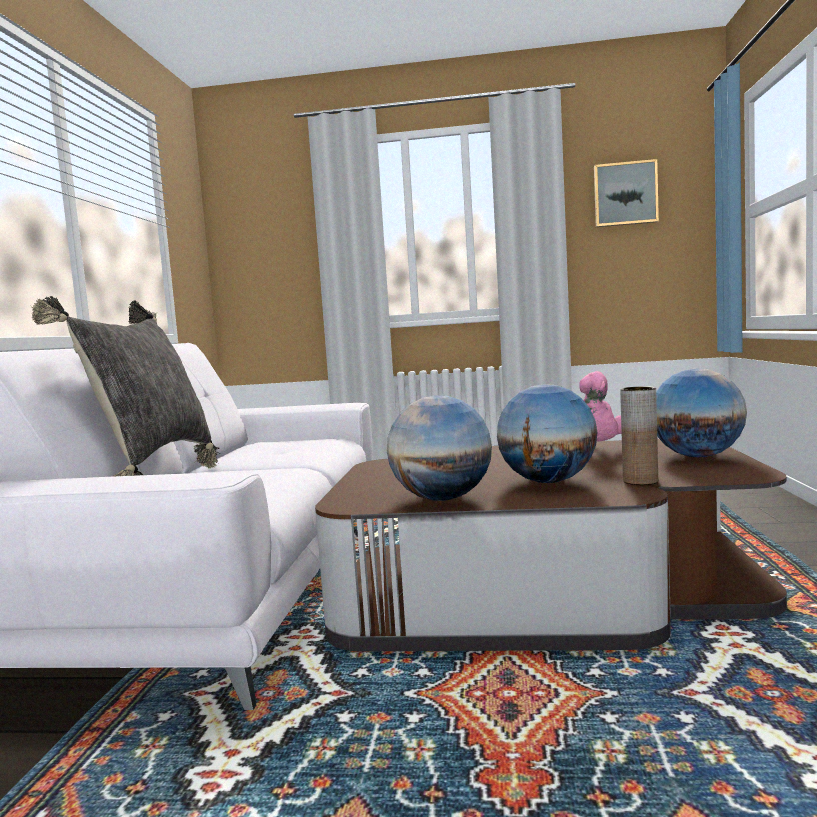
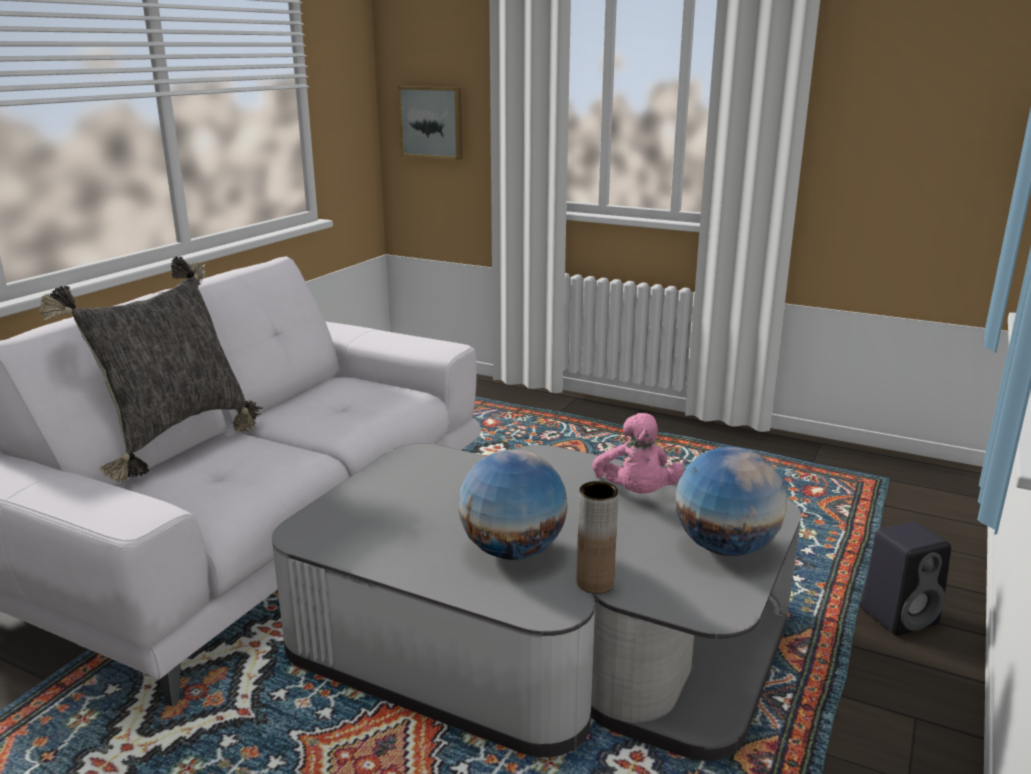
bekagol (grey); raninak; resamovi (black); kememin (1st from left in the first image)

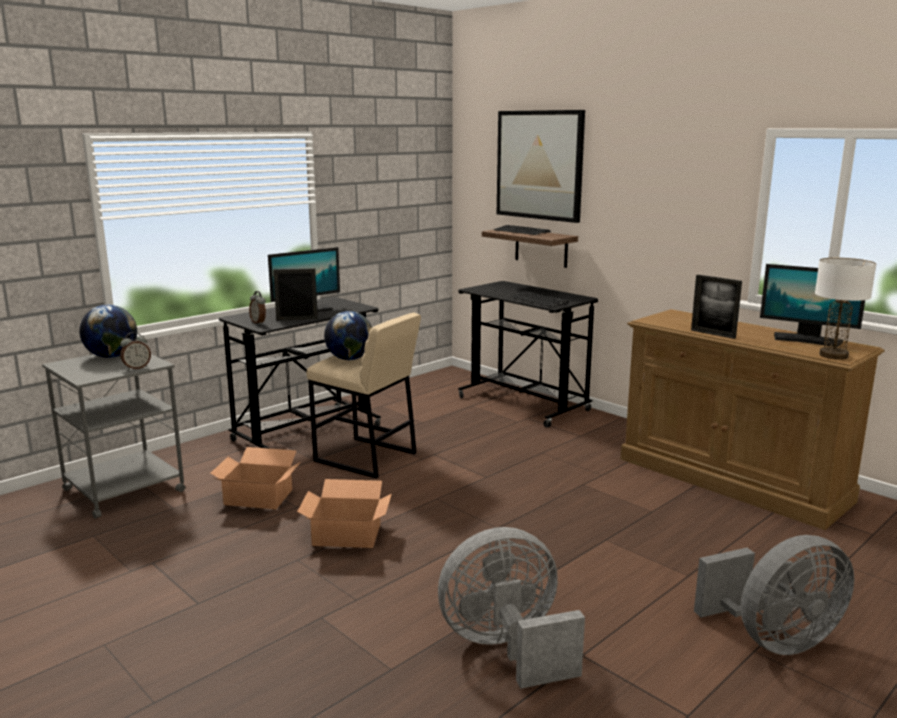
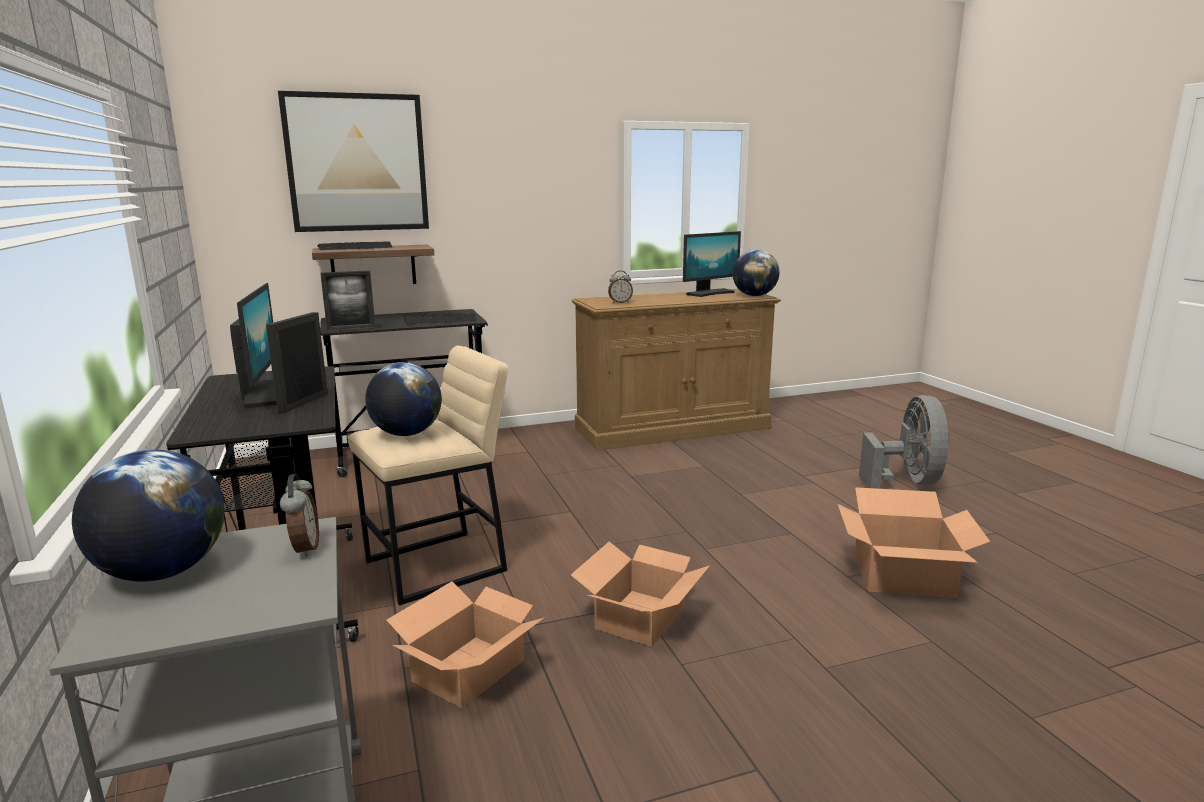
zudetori (2nd from left); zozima (2nd from left); kememin (3rd from left); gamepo (3rd from left)

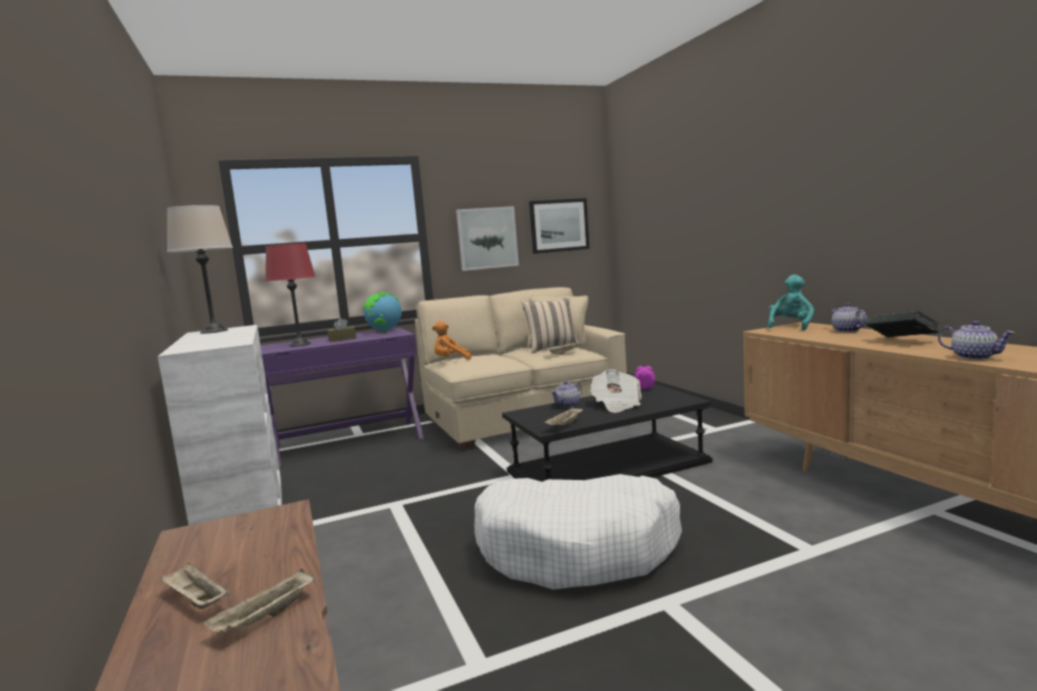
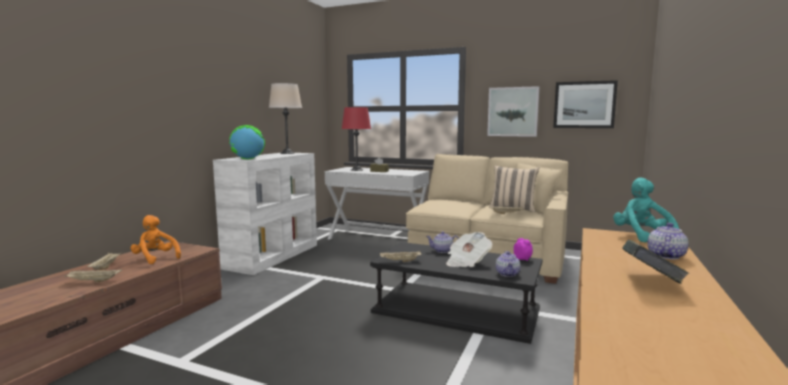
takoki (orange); kememin; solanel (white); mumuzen (2nd from left); takoki (turquoise); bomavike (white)

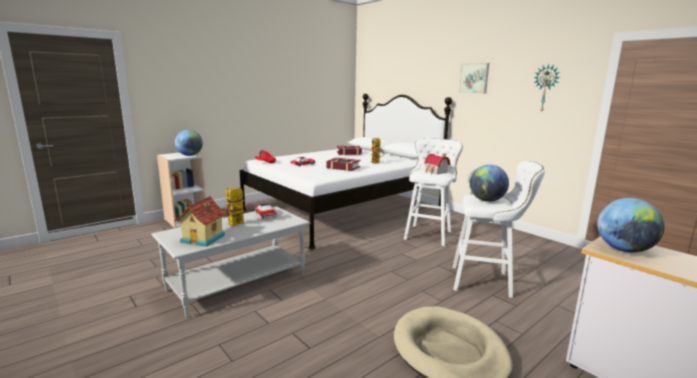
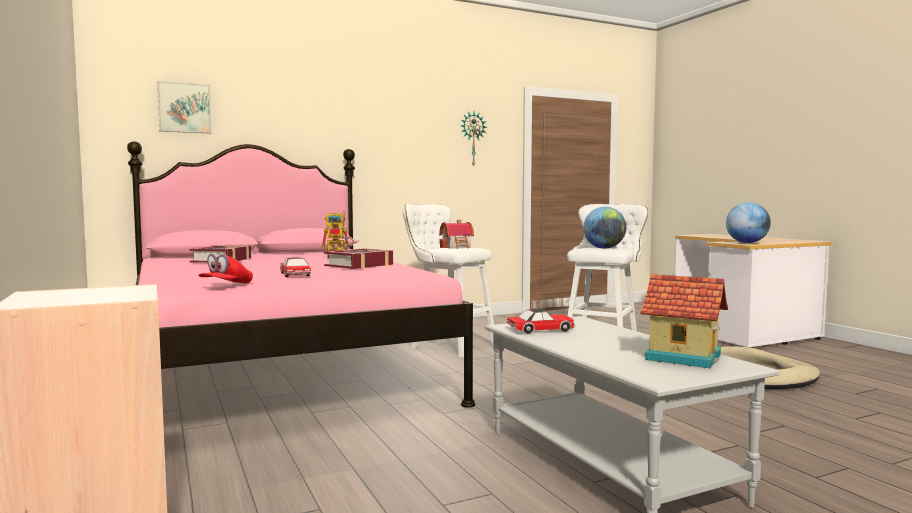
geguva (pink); raninak; kememin (1st from left in the first image); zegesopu (1st from left in the first image)

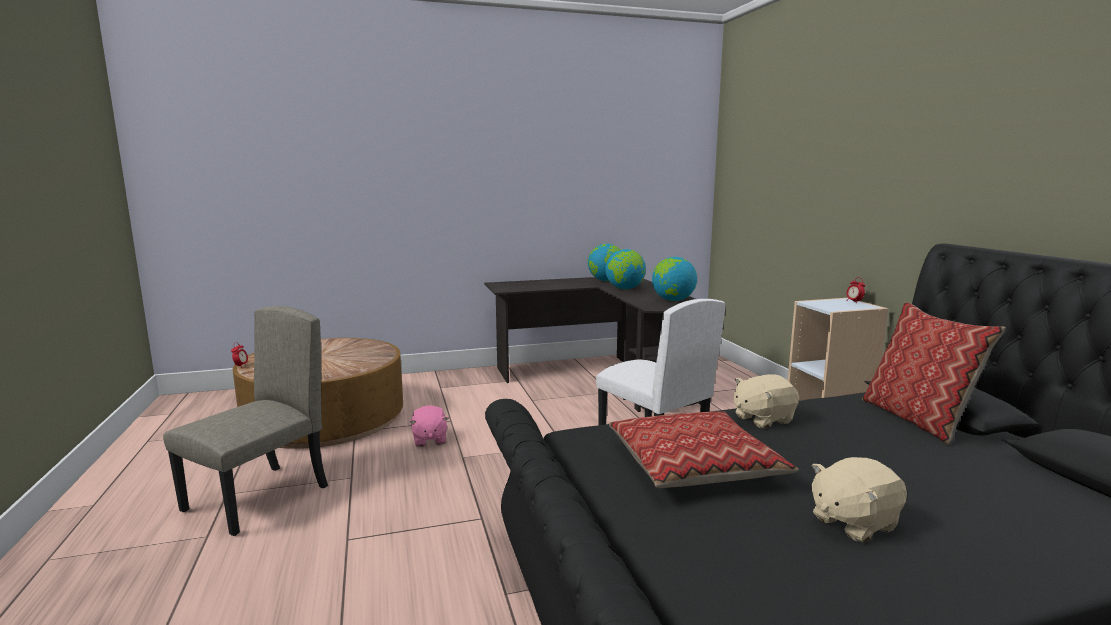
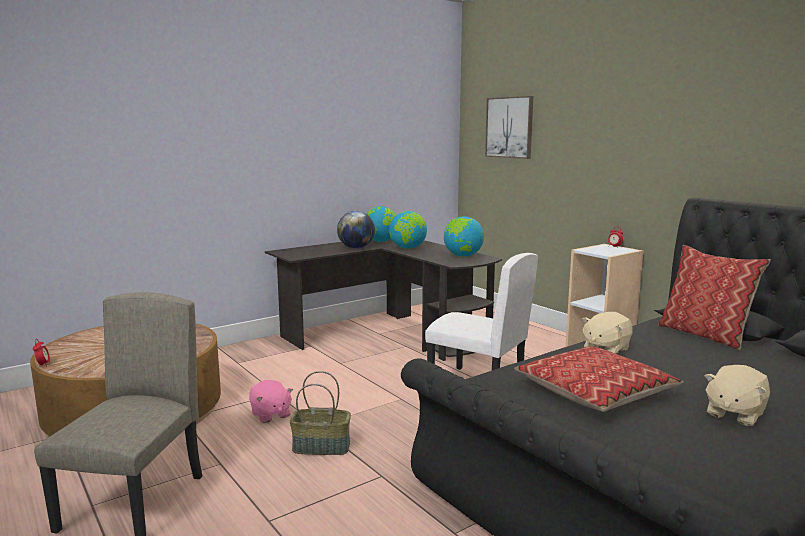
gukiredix; kememin (1st from left); raninak

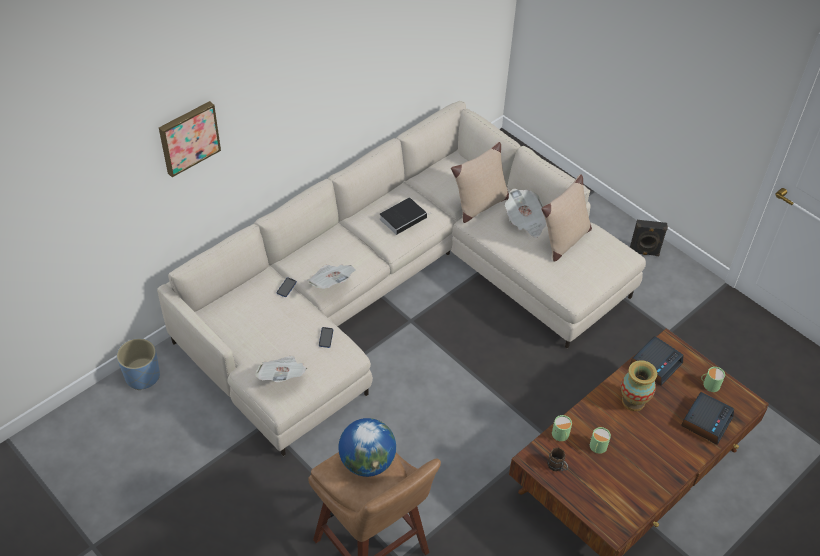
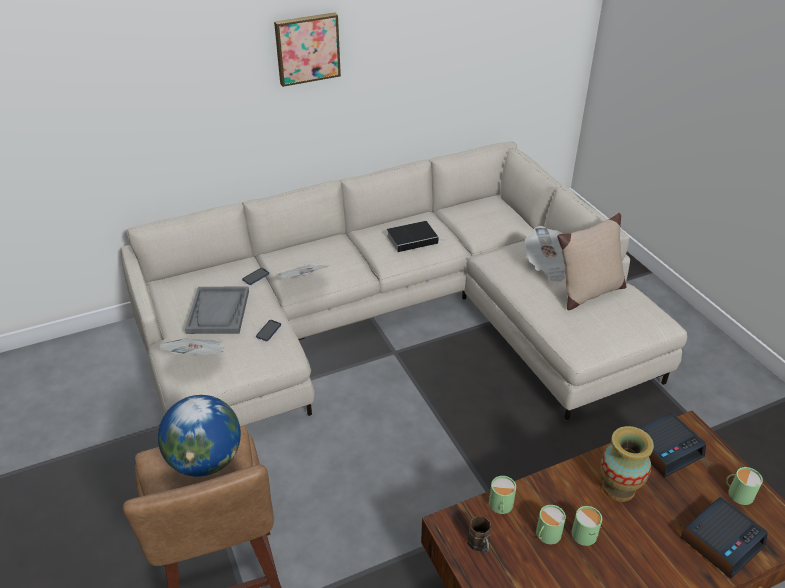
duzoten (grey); raninak; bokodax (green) (3rd from left); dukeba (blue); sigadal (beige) (1st from left in the first image); resamovi (black)

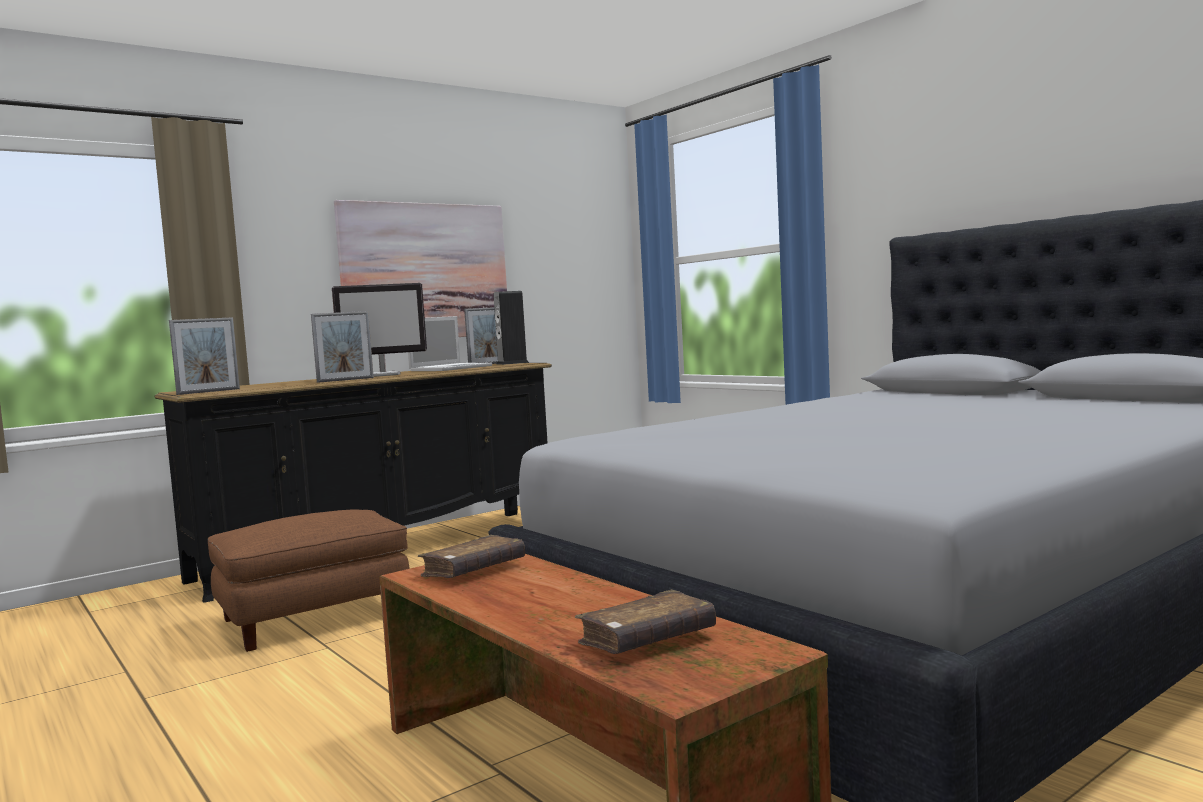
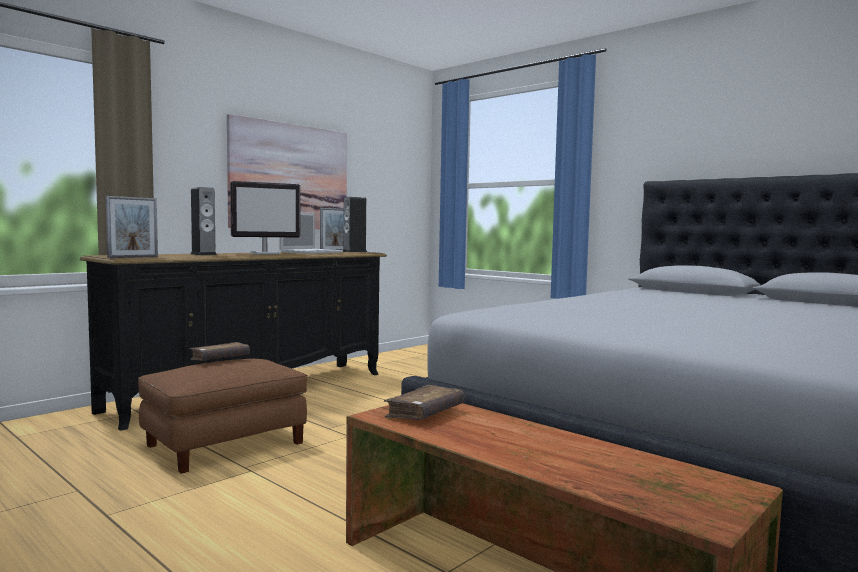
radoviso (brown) (1st from left); resamovi (1st from left); zudetori (2nd from left in the first image)

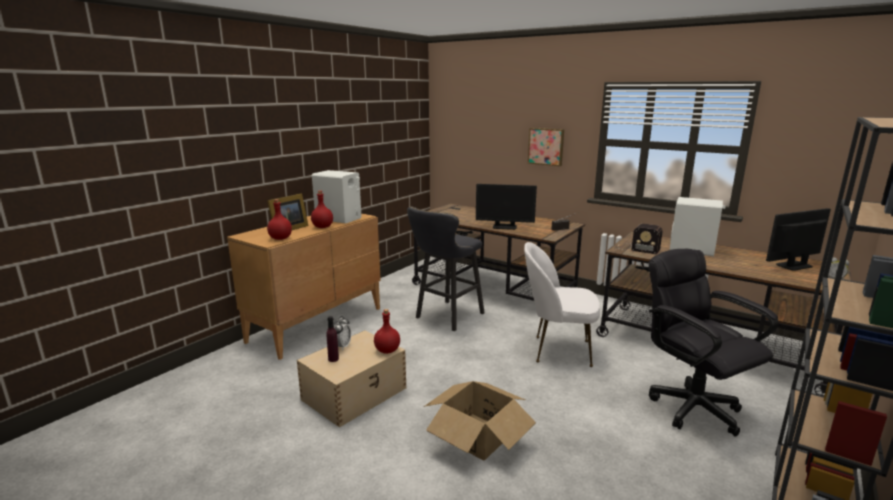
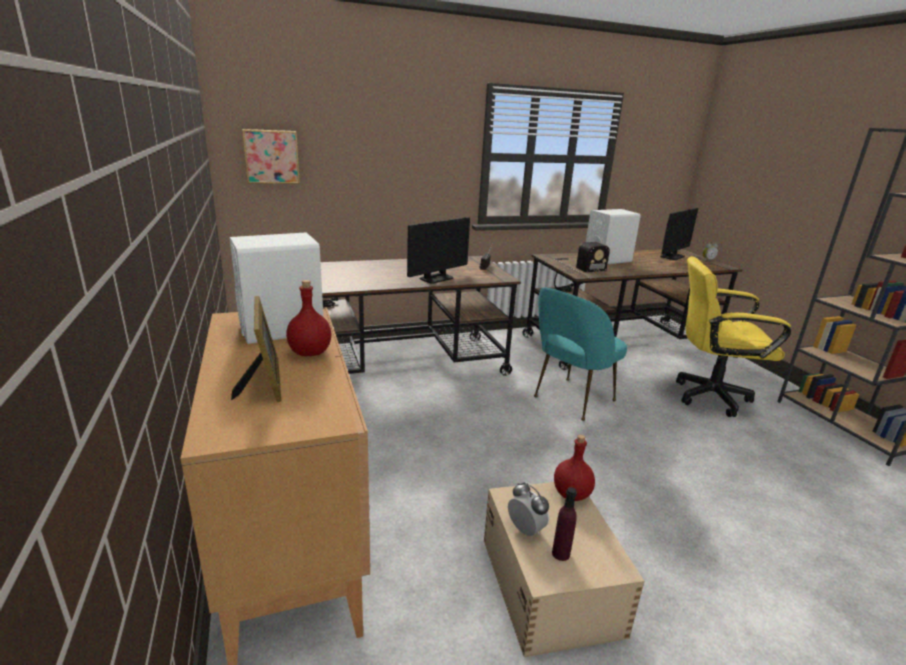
raninak; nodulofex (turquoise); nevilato (2nd from left); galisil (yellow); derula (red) (1st from left in the first image); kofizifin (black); gamepo

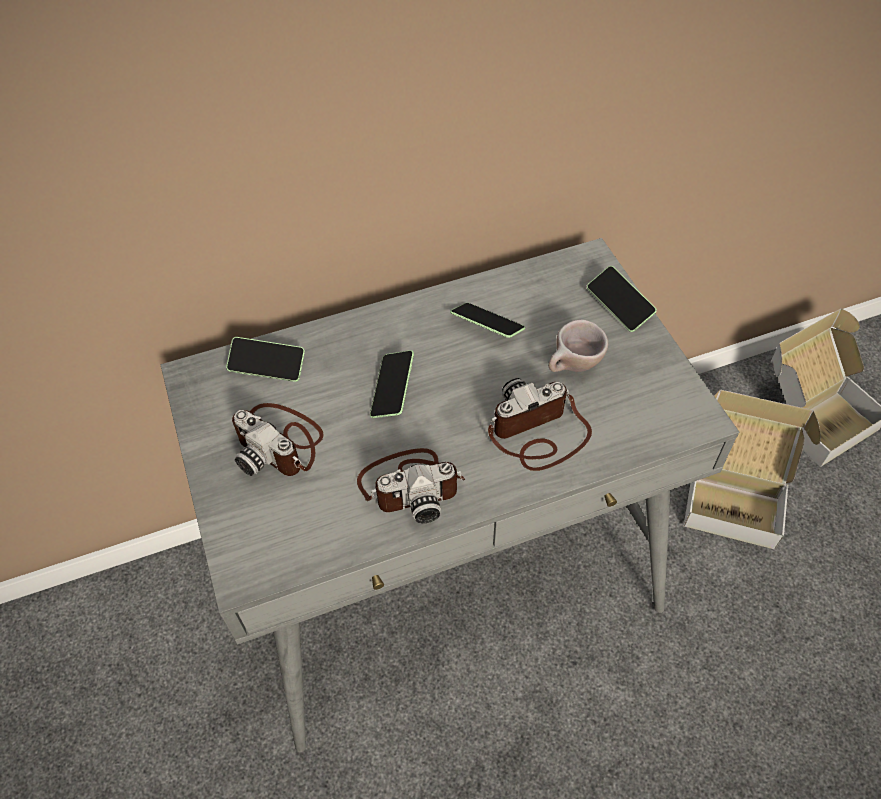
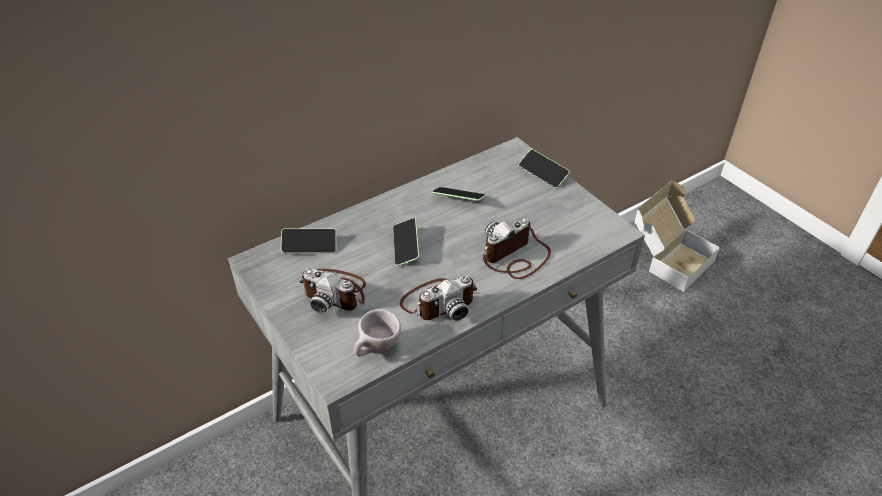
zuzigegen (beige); gamepo (1st from left in the first image)

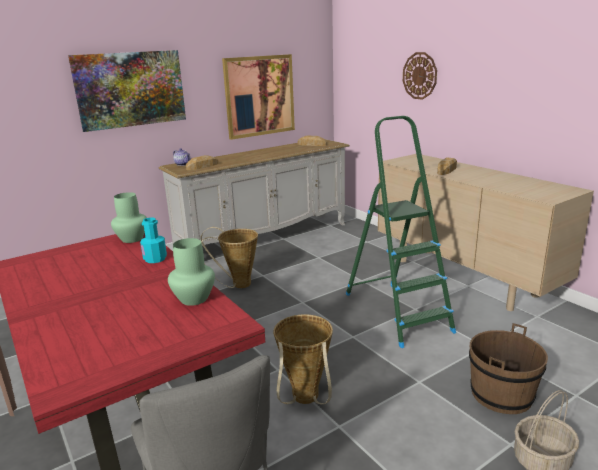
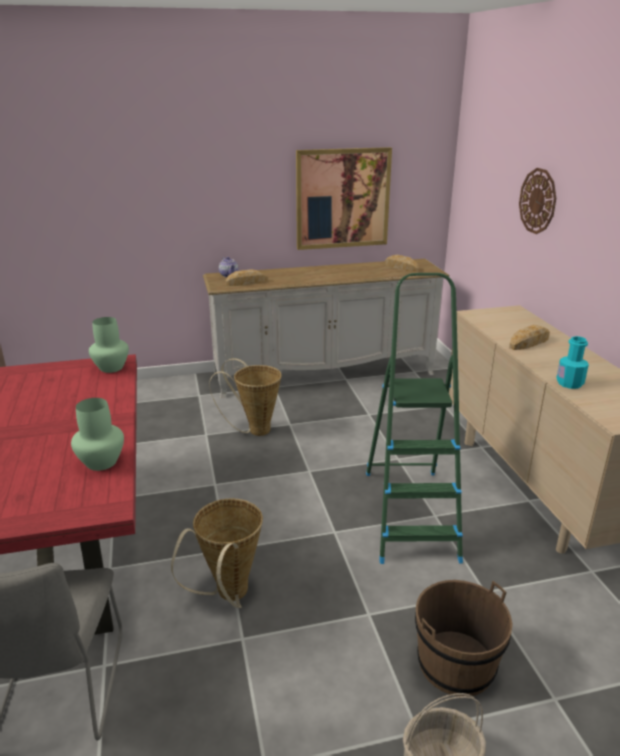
derula (turquoise); raninak (1st from left in the first image)

